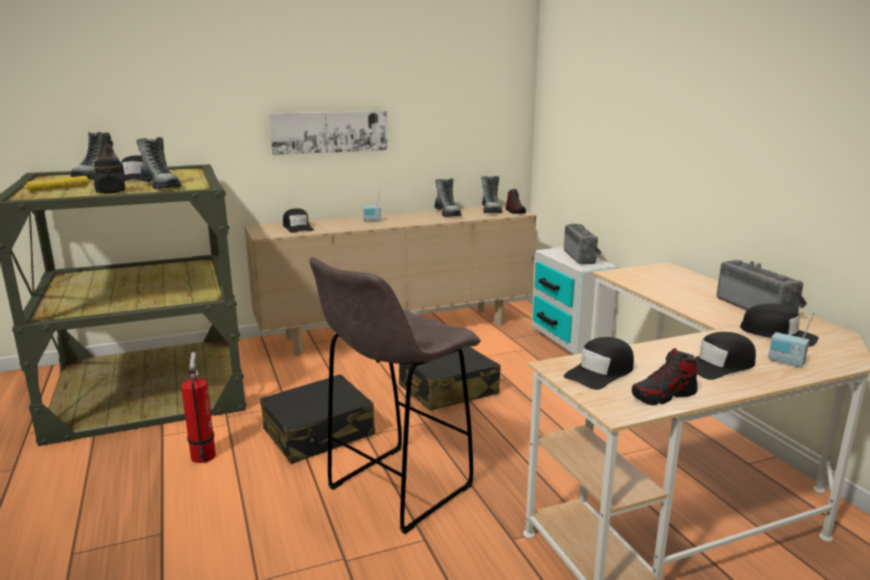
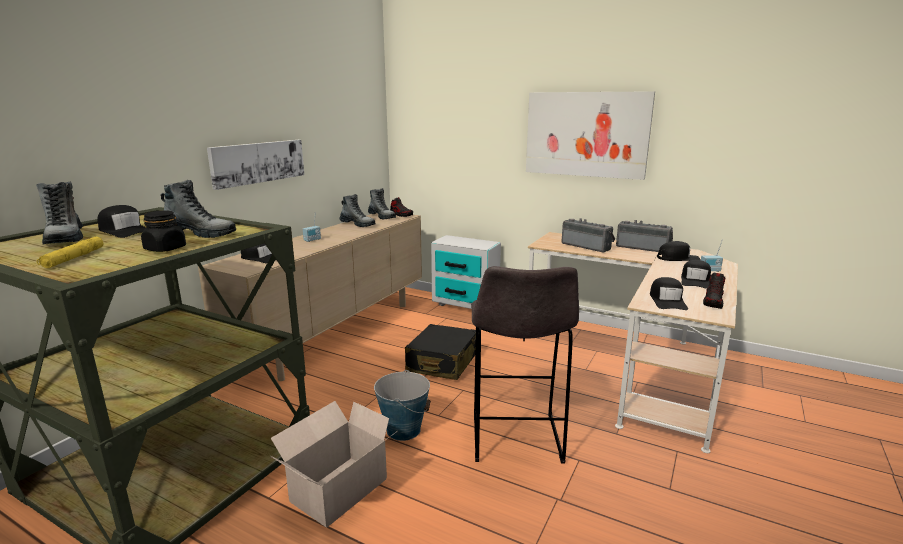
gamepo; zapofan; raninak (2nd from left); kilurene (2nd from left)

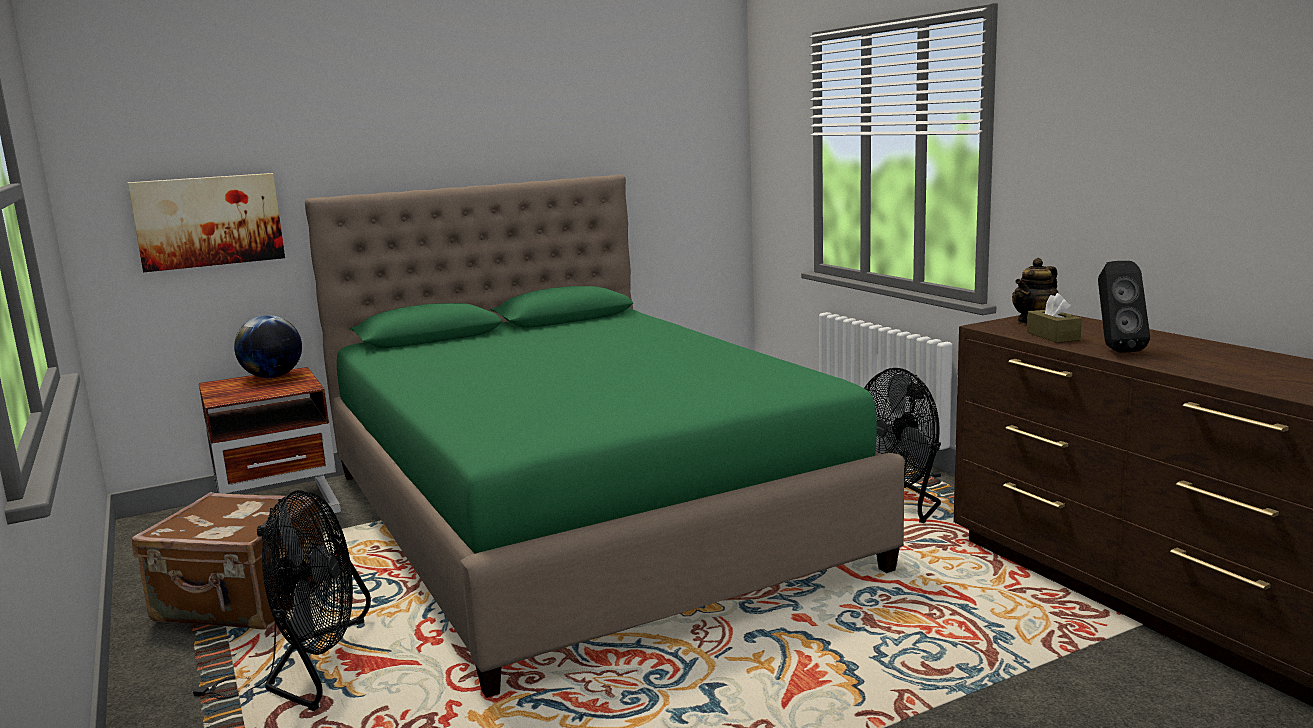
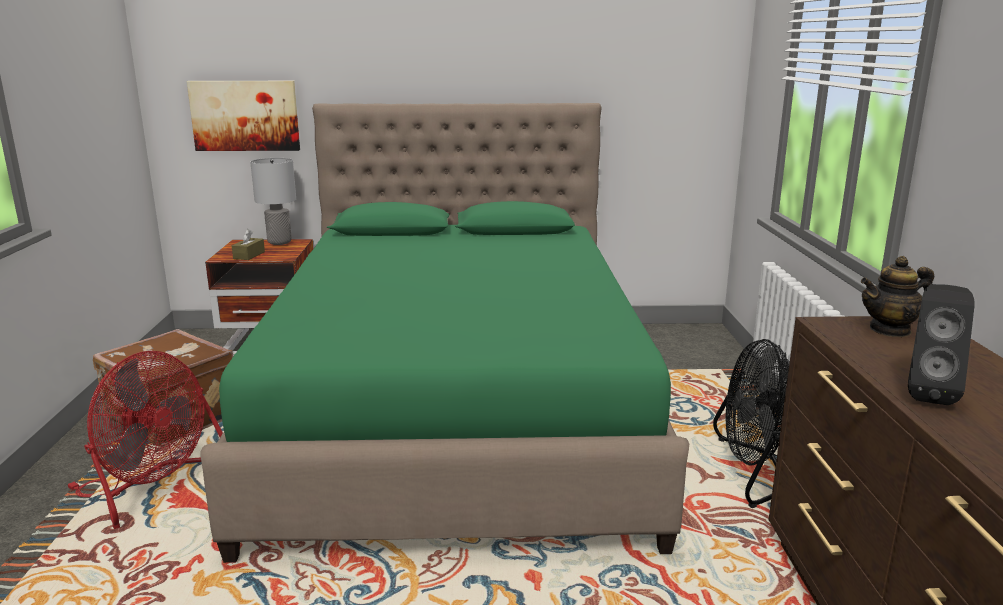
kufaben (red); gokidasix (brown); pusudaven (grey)

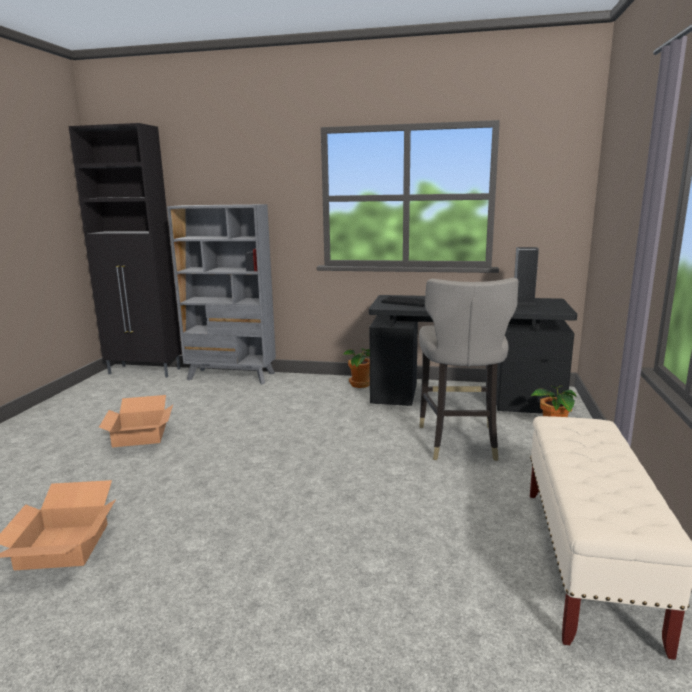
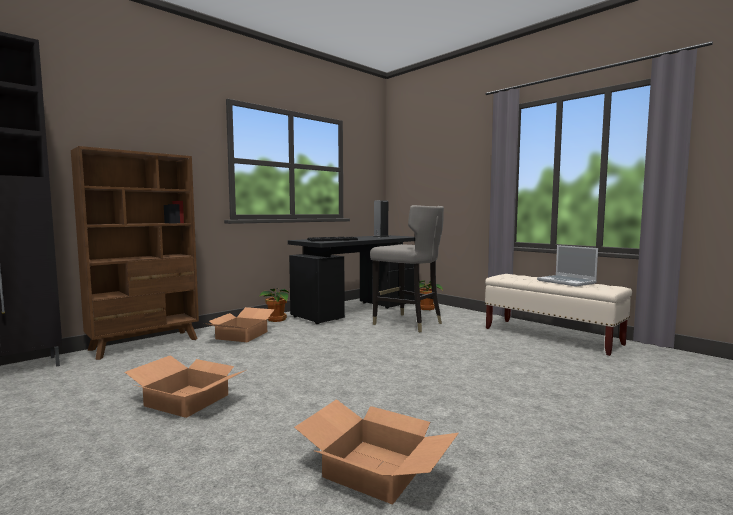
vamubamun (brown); gamepo (2nd from left); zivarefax

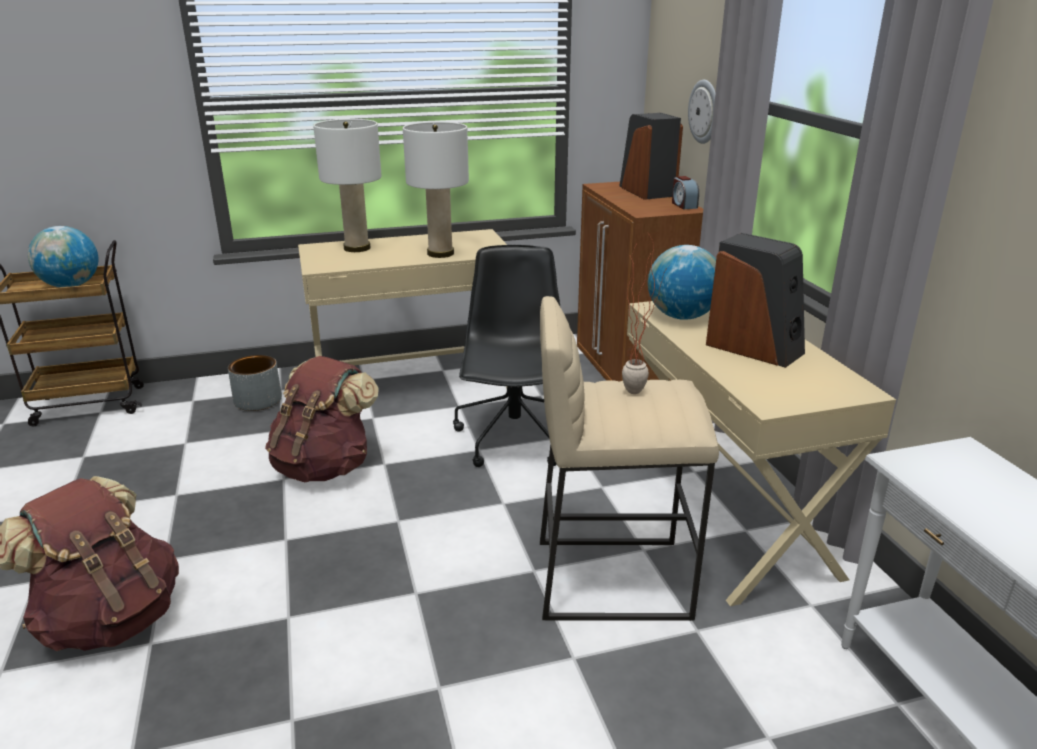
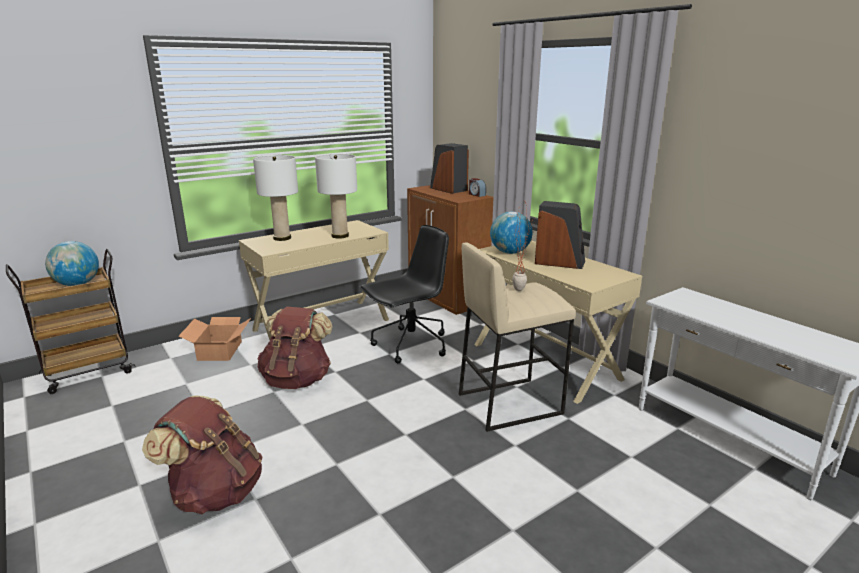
gamepo; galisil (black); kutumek

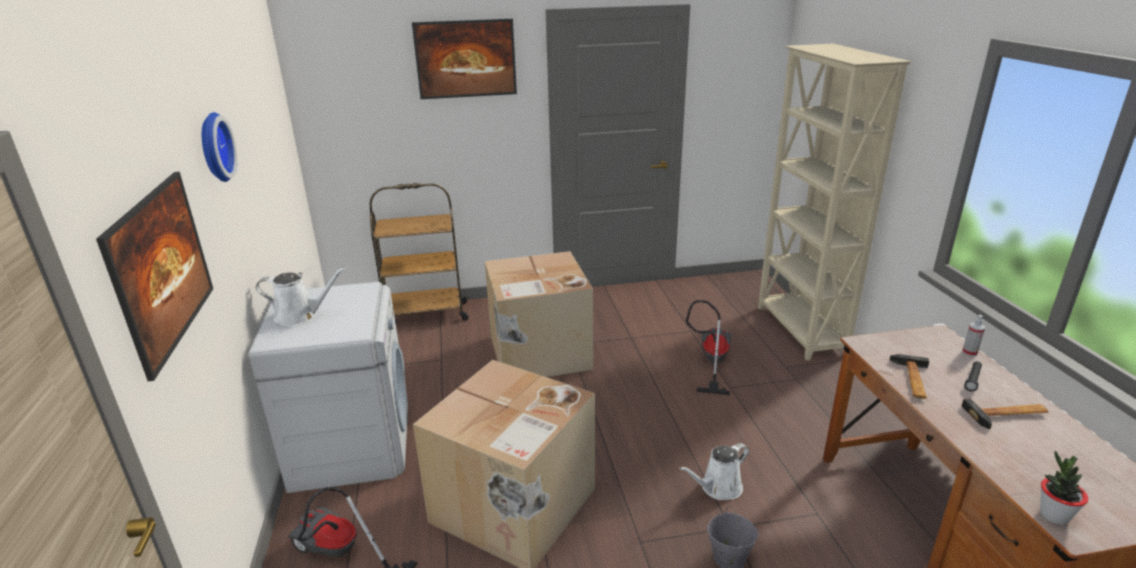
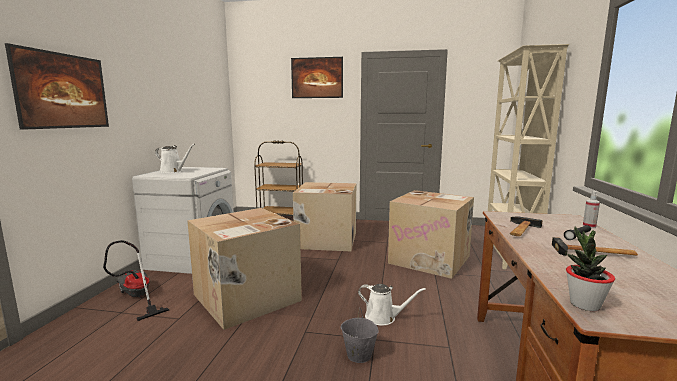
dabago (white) (2nd from left); gamepo (3rd from left); kutumek

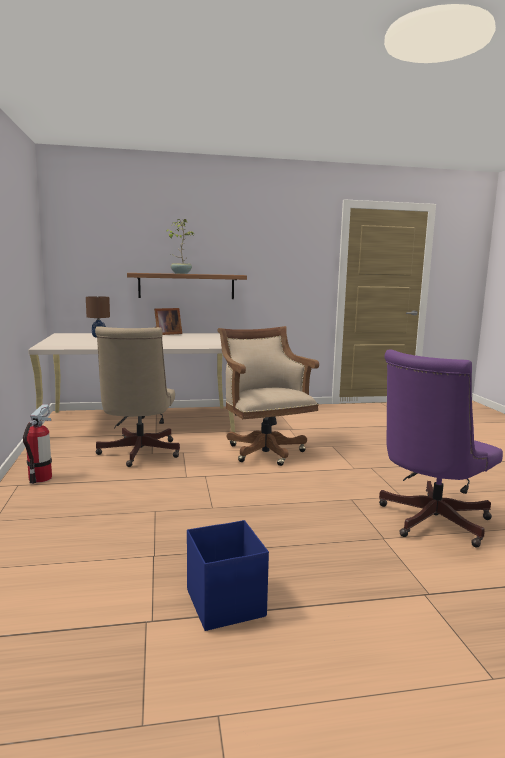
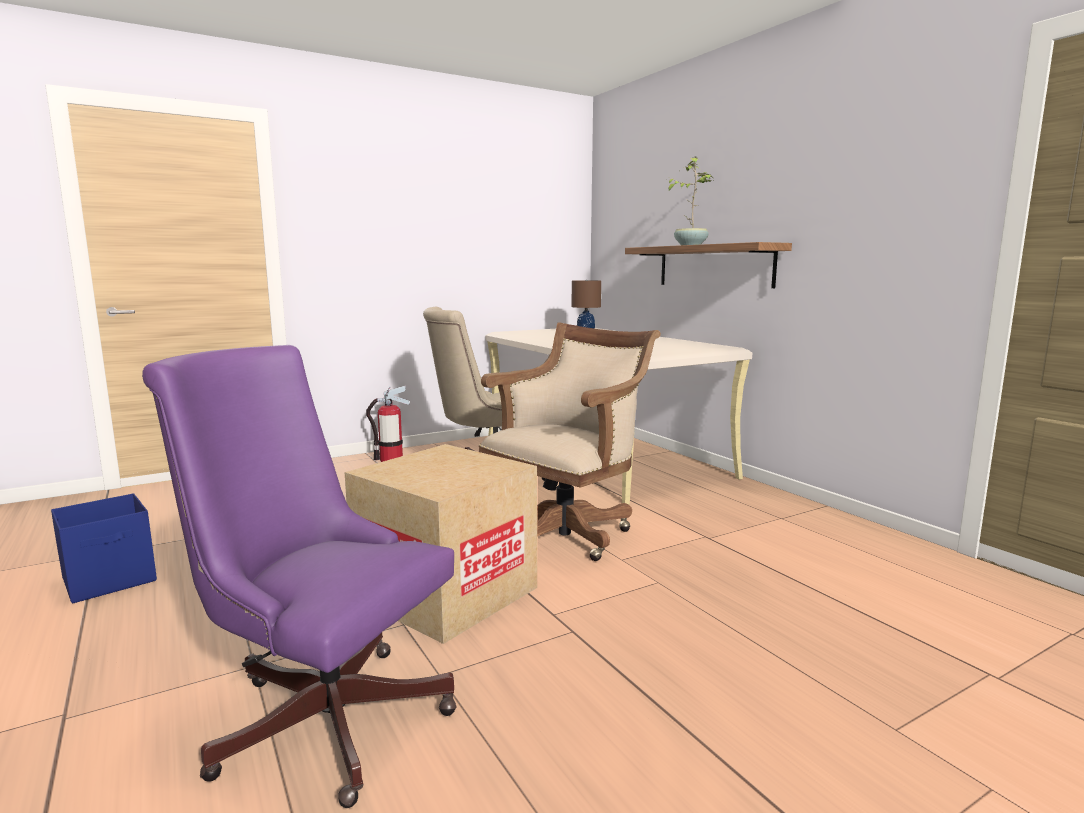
gamepo; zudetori

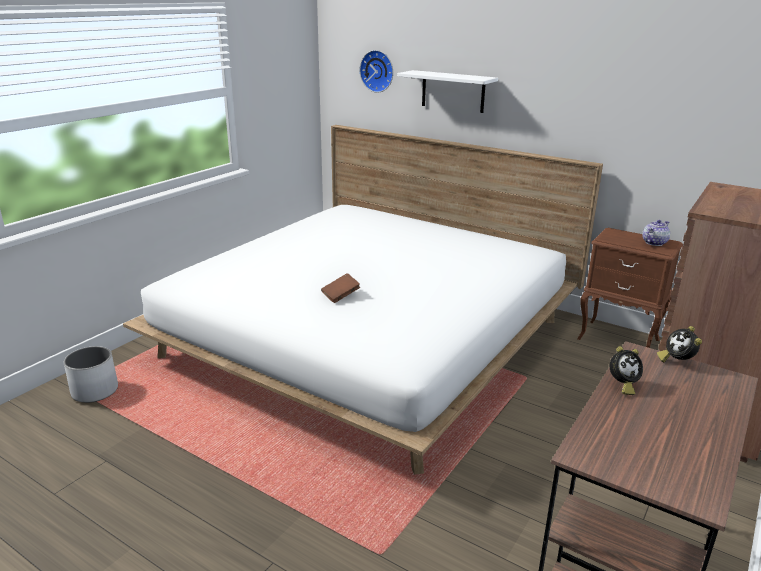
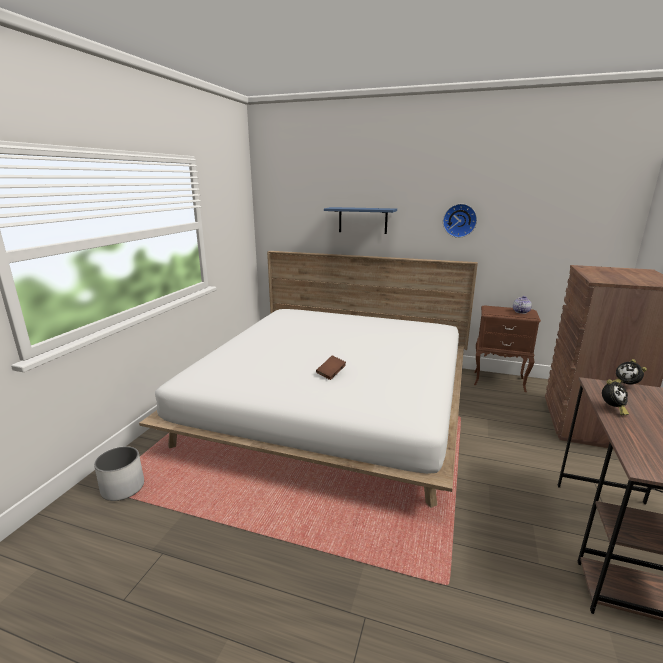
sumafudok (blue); kutumek

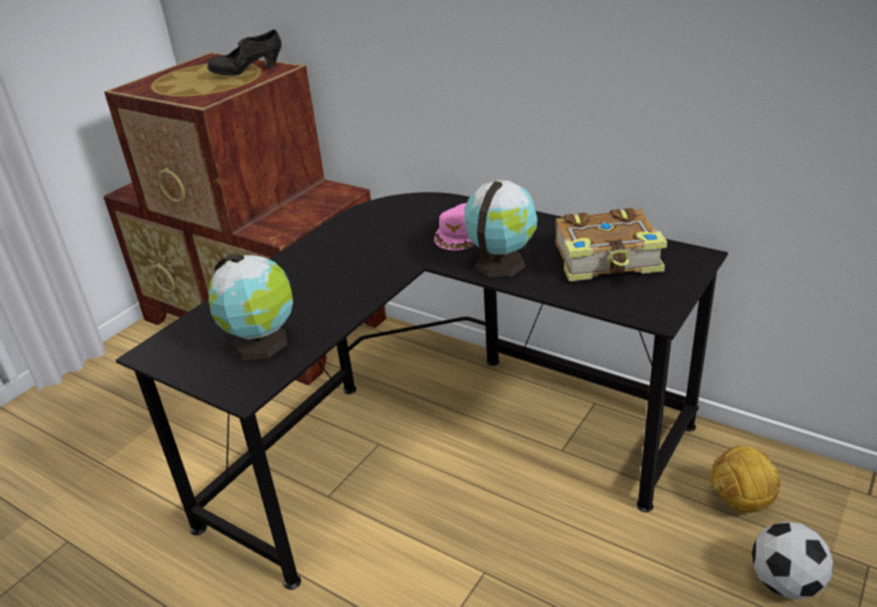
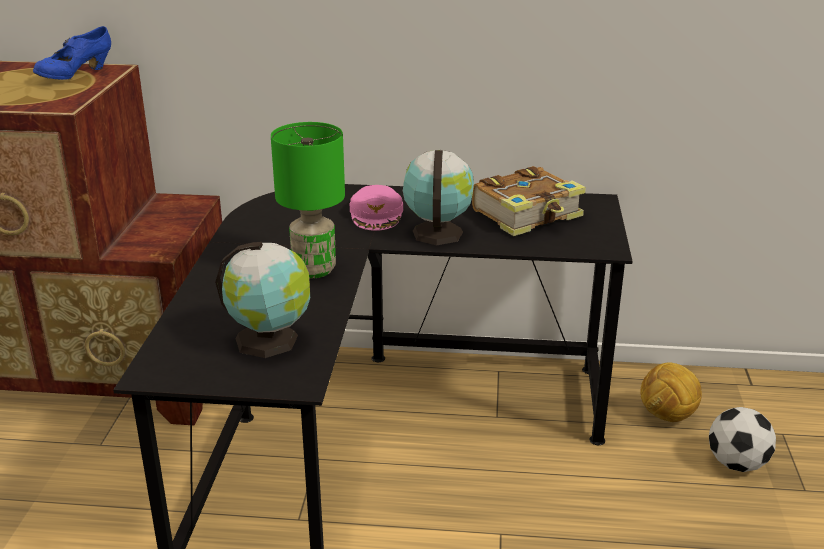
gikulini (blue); pusudaven (green)

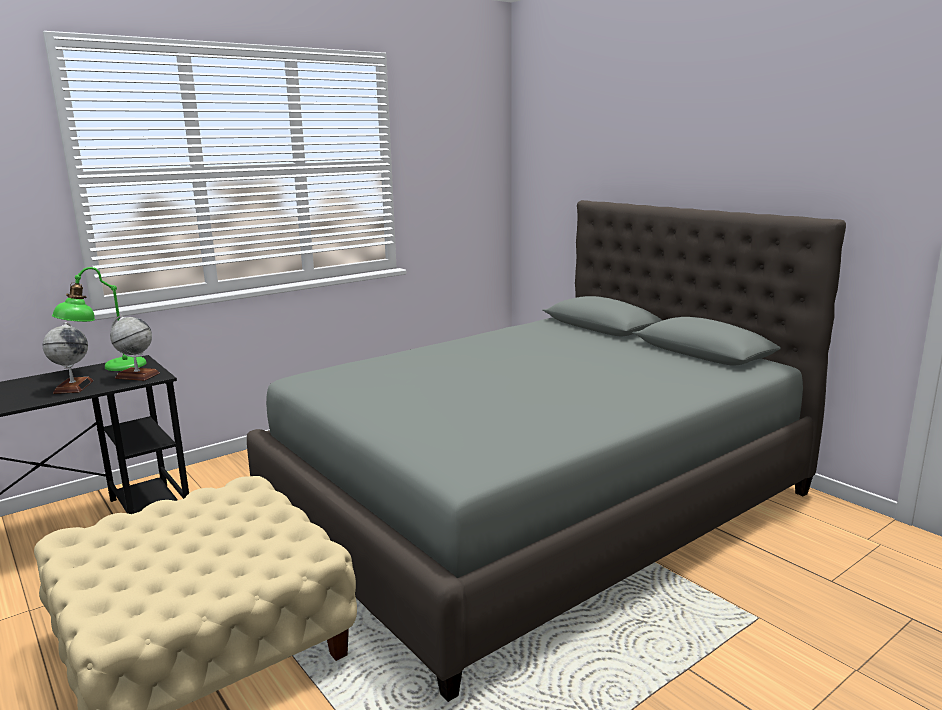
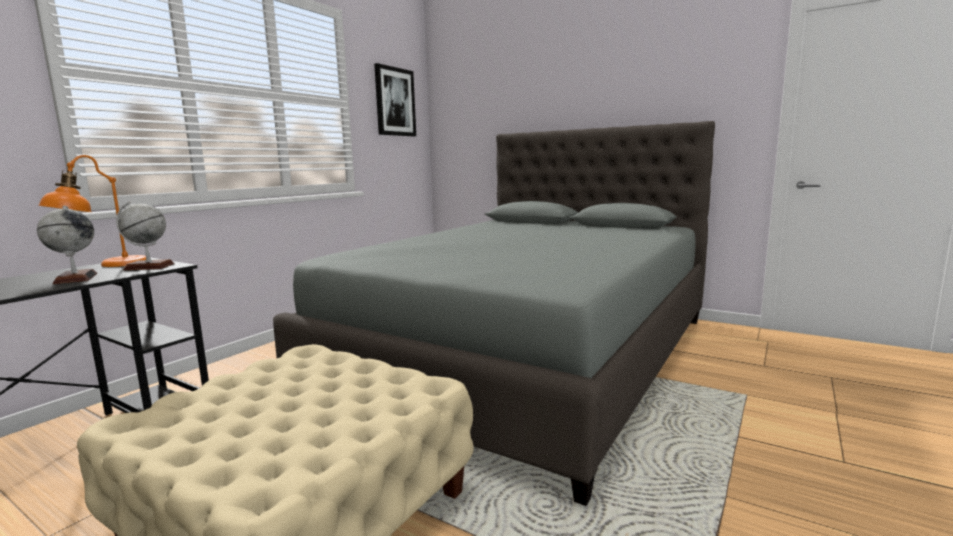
pusudaven (orange); raninak

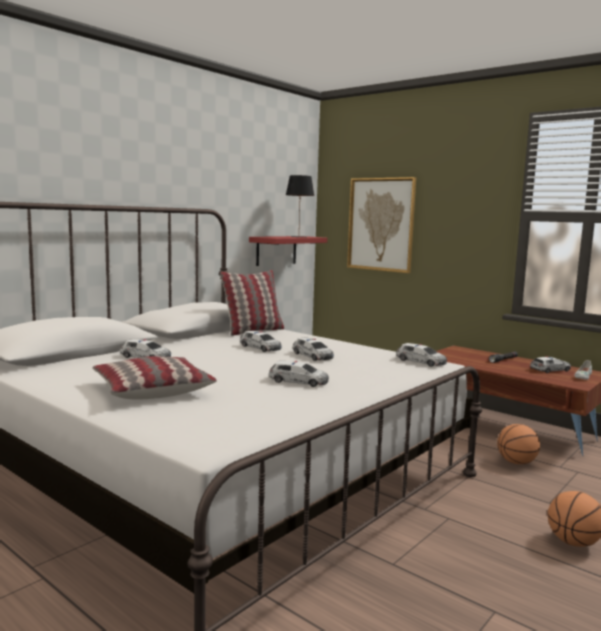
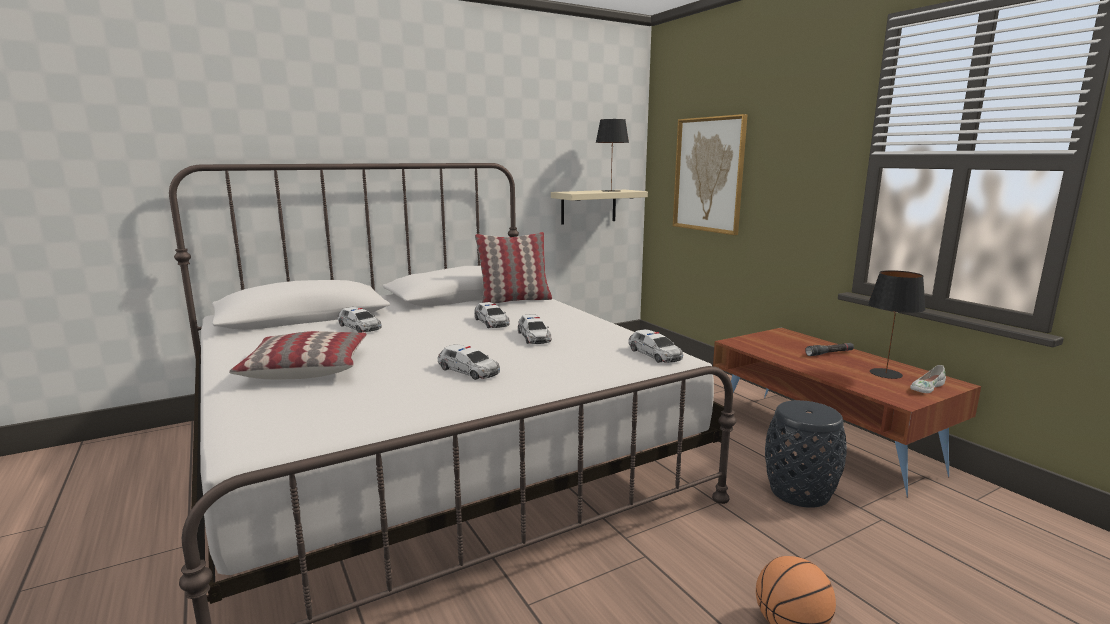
sumafudok (beige); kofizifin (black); pusudaven (black) (2nd from left)

